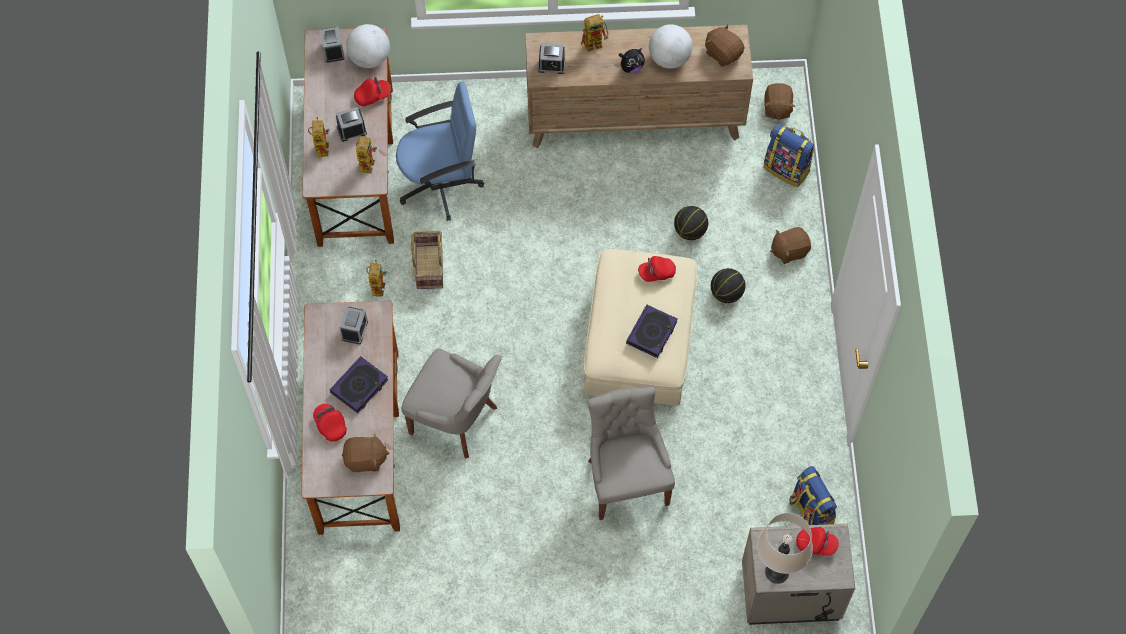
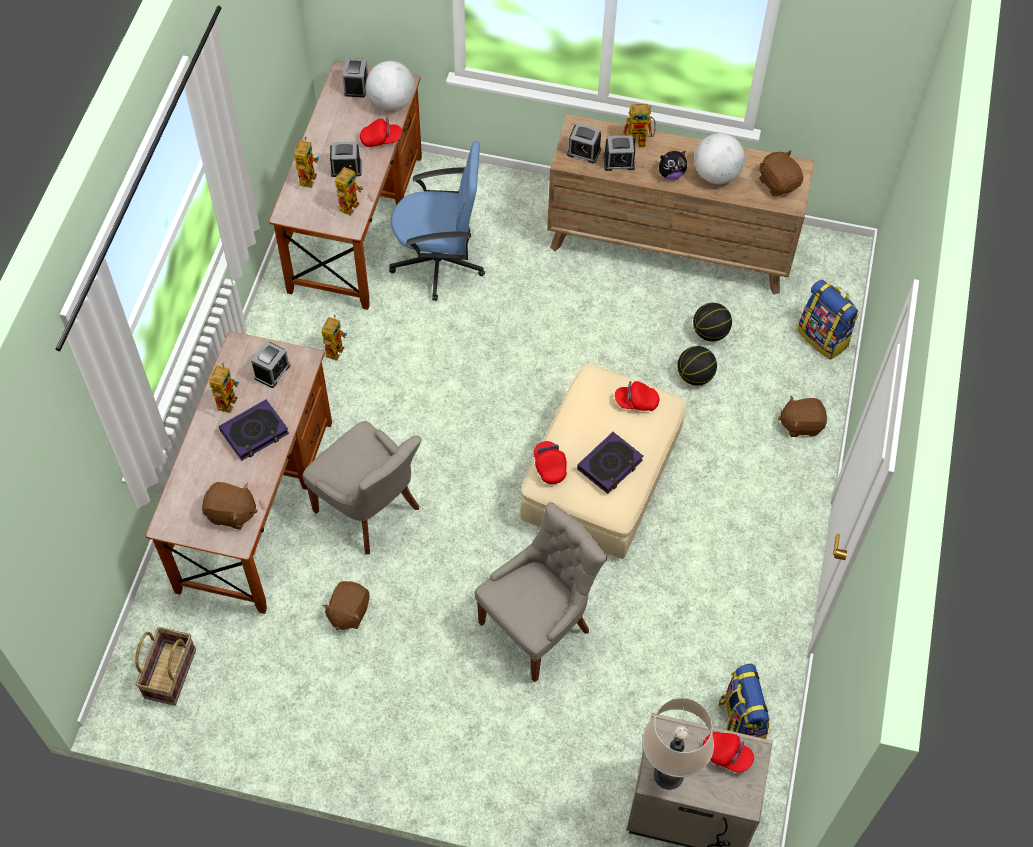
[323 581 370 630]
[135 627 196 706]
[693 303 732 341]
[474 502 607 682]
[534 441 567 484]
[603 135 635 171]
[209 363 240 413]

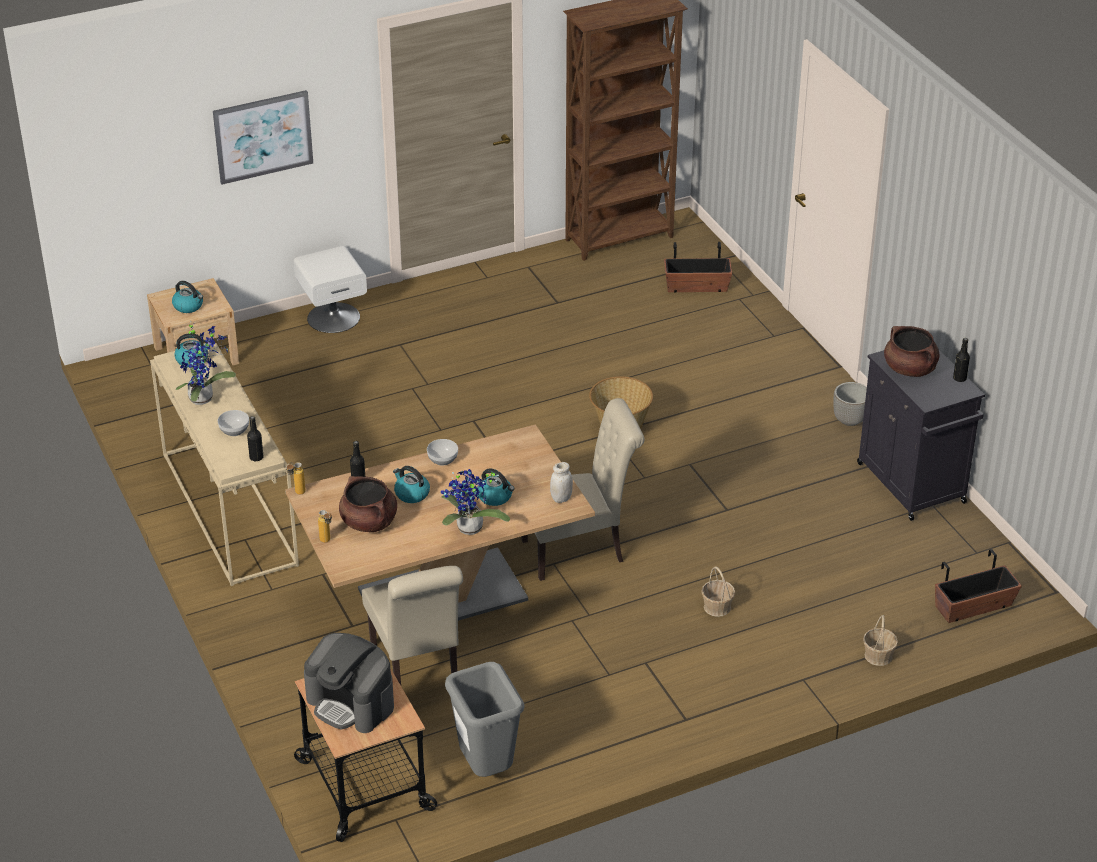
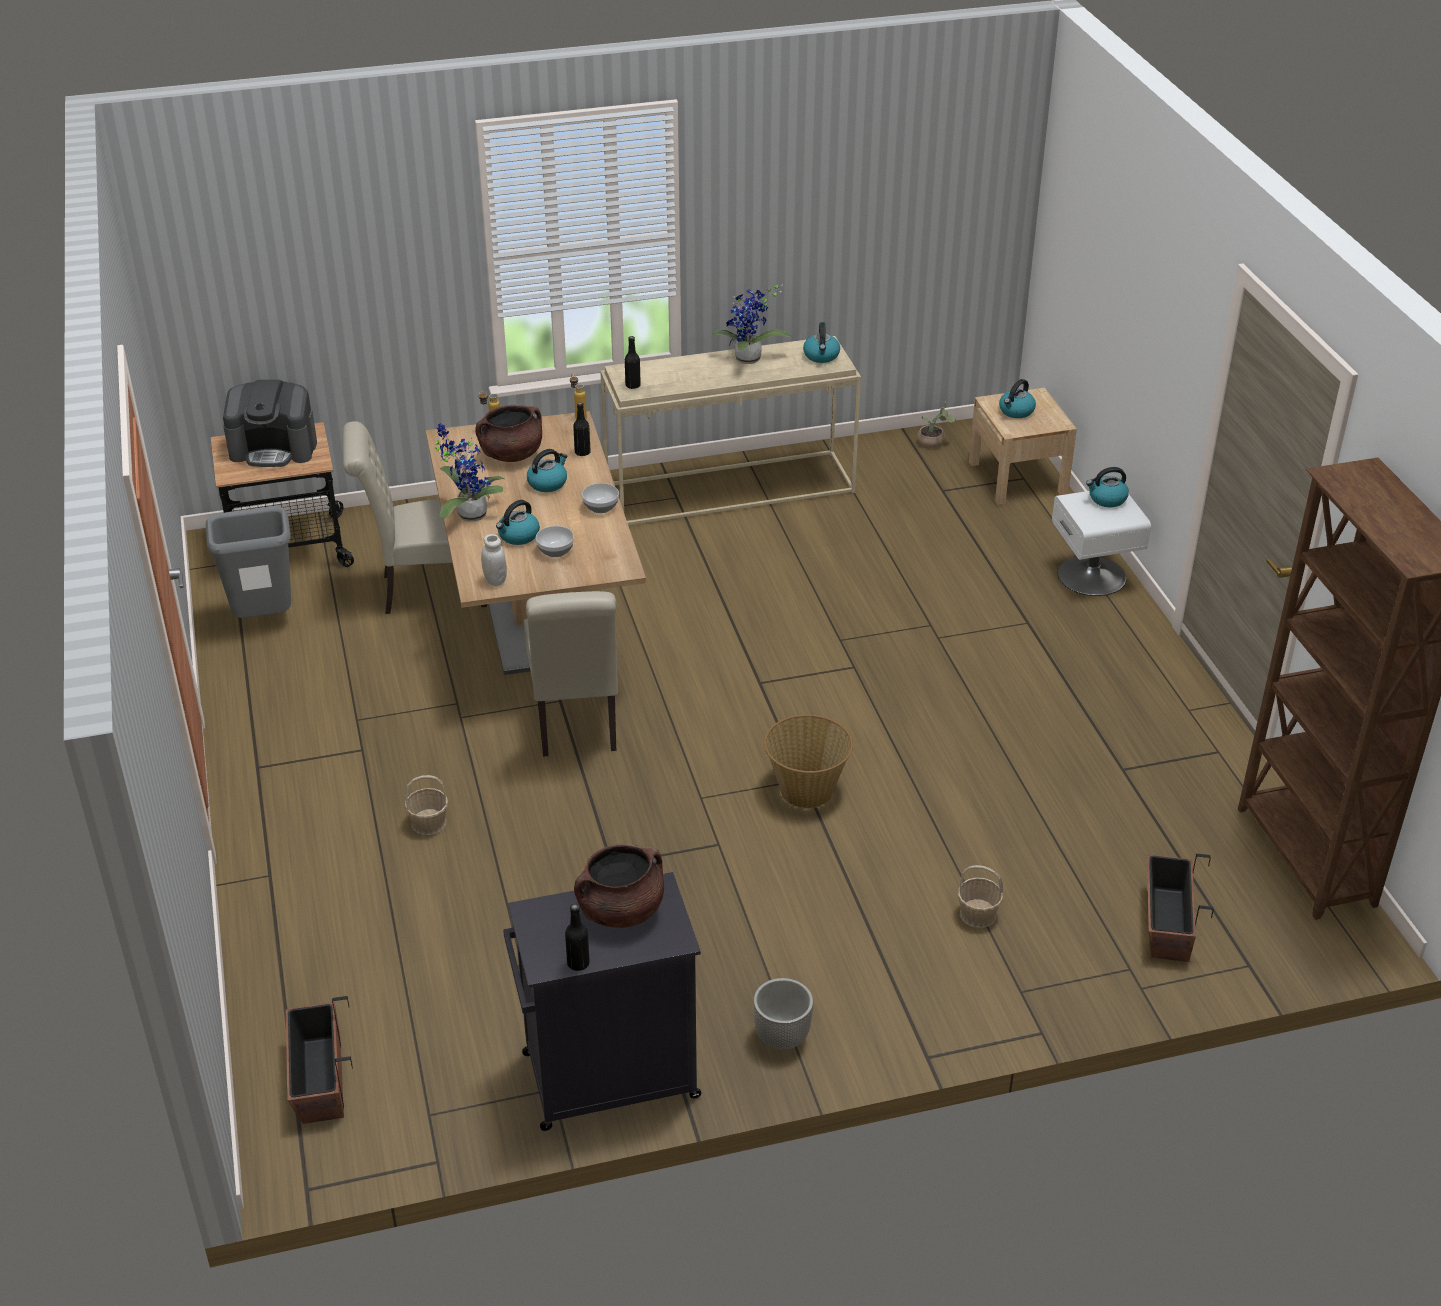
[213 90 313 185] (first image)
[536 526 574 557]
[958 865 1003 928]
[223 380 317 467]
[917 402 956 448]
[1086 467 1129 507]

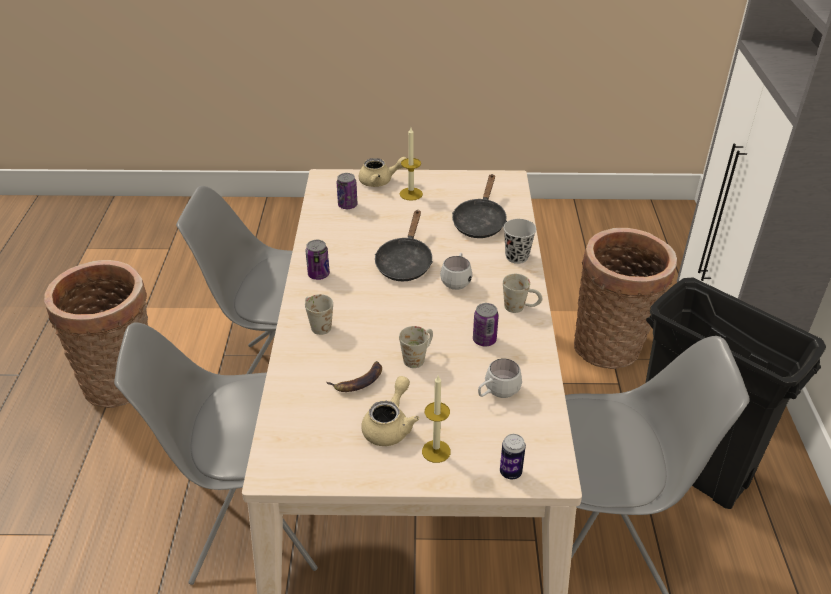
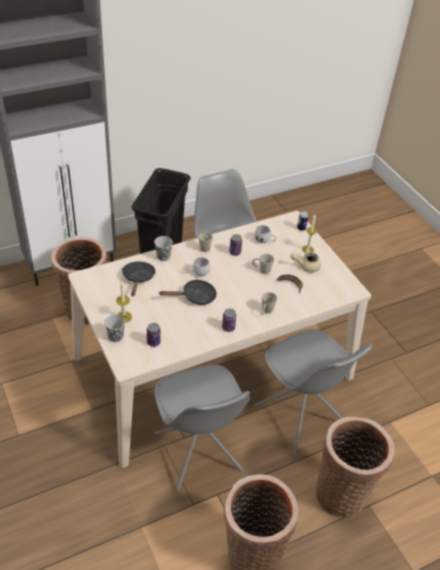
[104 314 125 342]
[122 261 156 296]
[316 417 395 518]

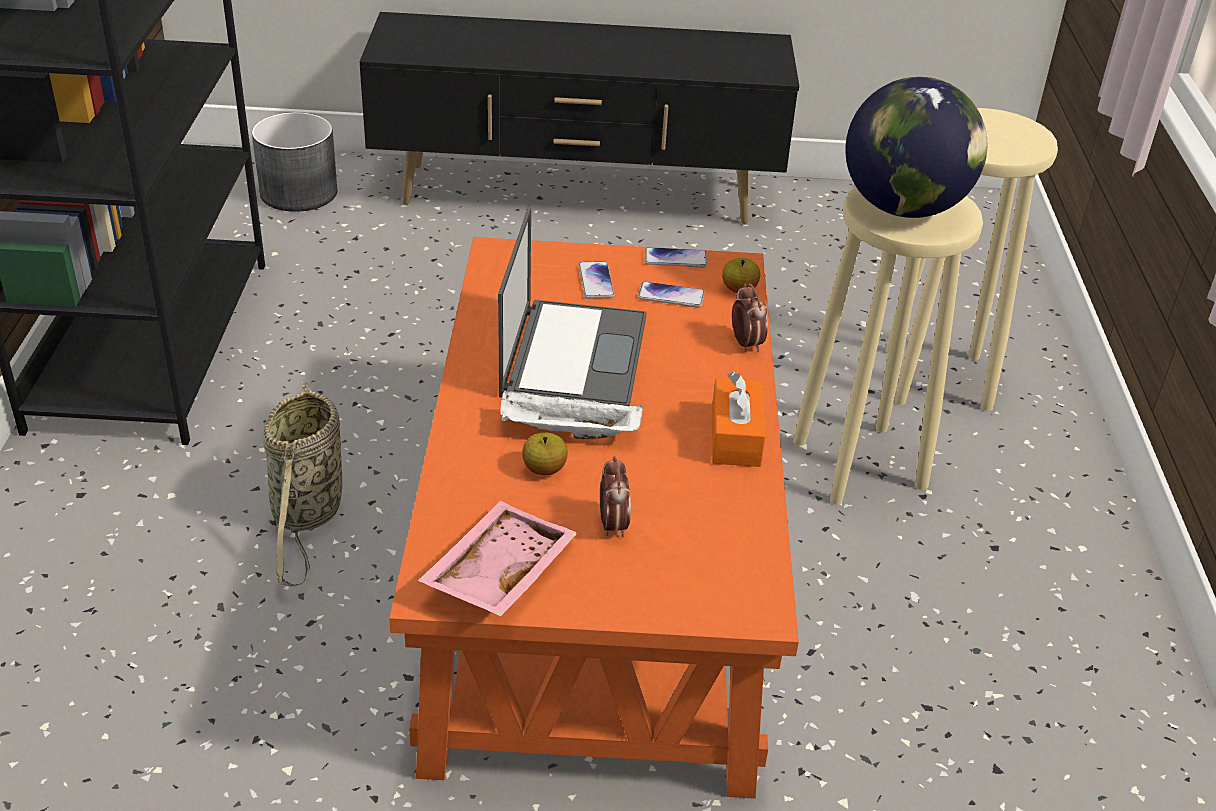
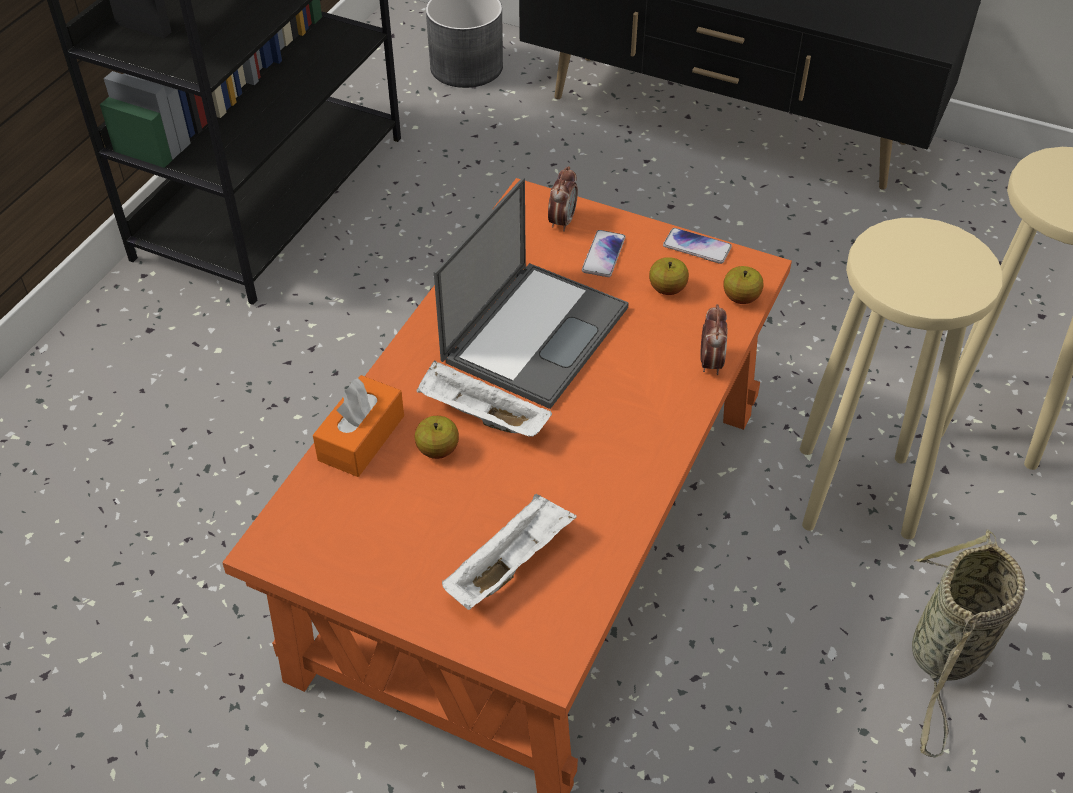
[845 77 987 218] (first image)
[649 257 689 295]
[313 375 404 477]
[912 530 1025 758]
[548 166 578 232]
[418 501 578 616] (first image)
[442 494 577 610]

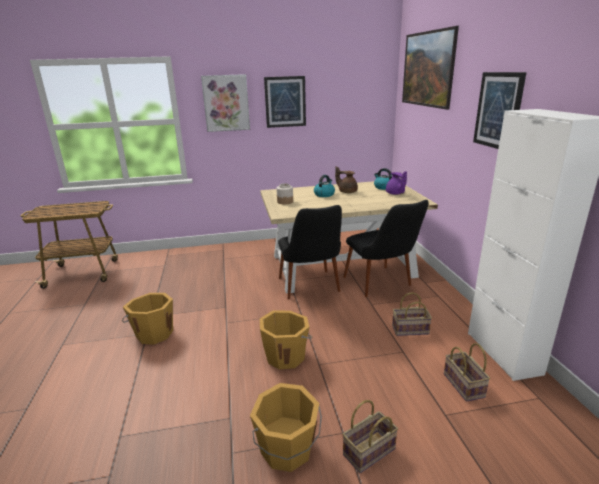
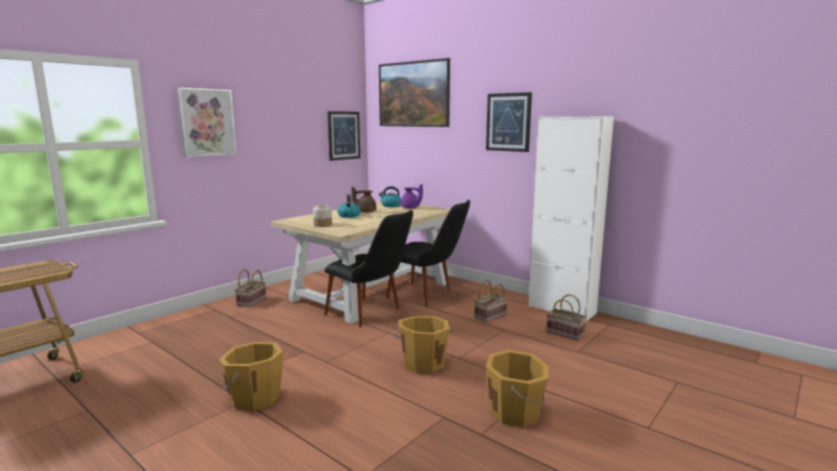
[327 111 360 161]
[235 269 266 307]

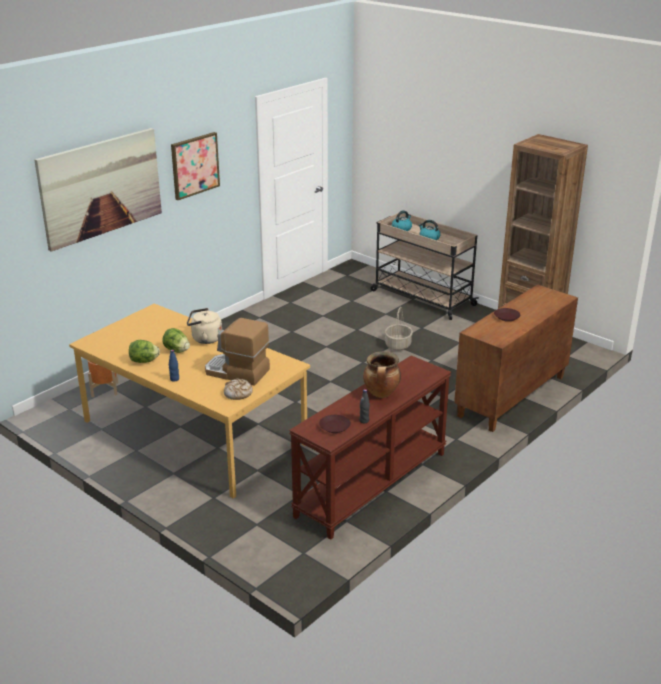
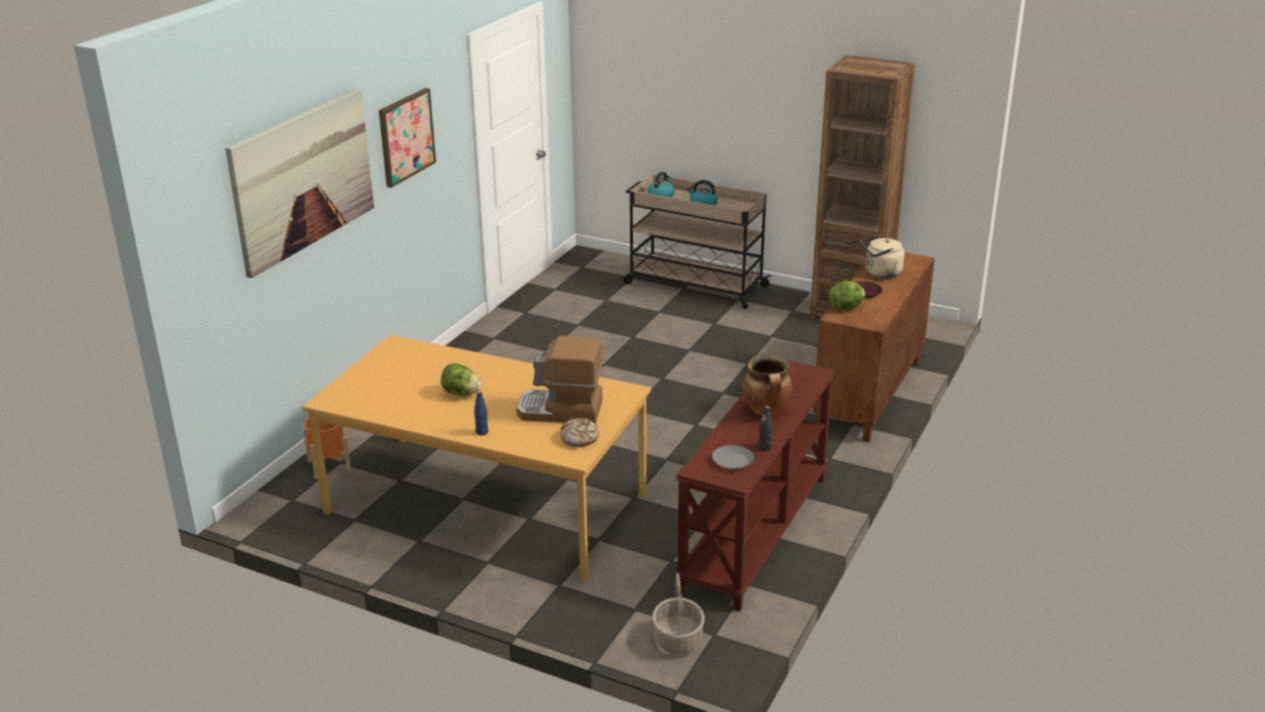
[652 572 705 655]
[861 235 904 278]
[829 281 865 310]
[712 445 754 470]

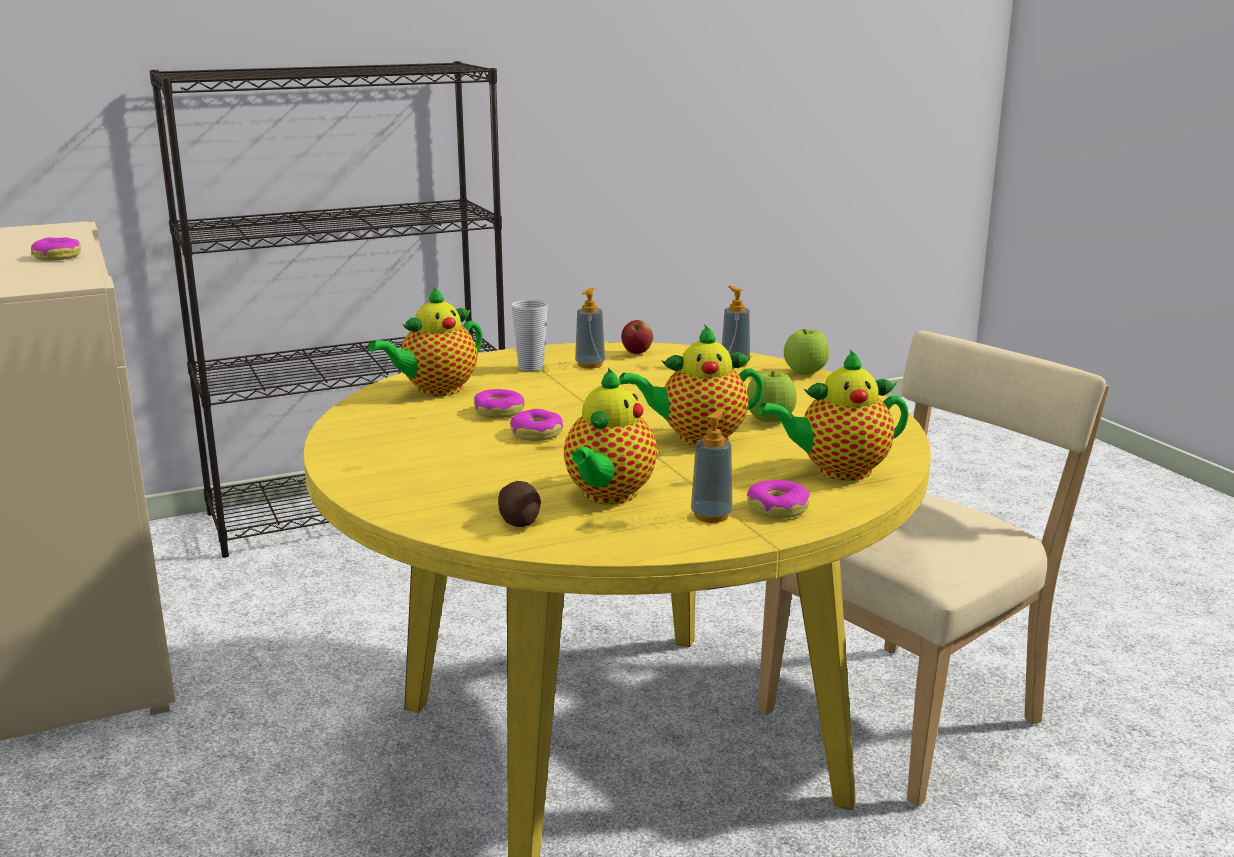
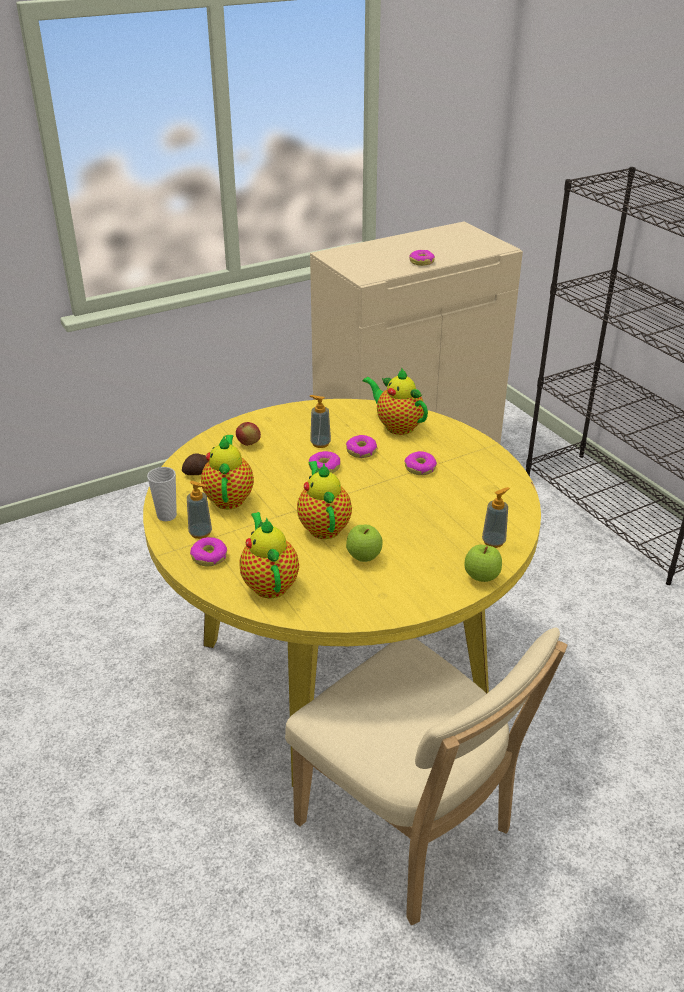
[310 395 331 448]
[147 467 177 521]
[236 422 261 446]
[201 435 254 510]
[404 451 437 475]

